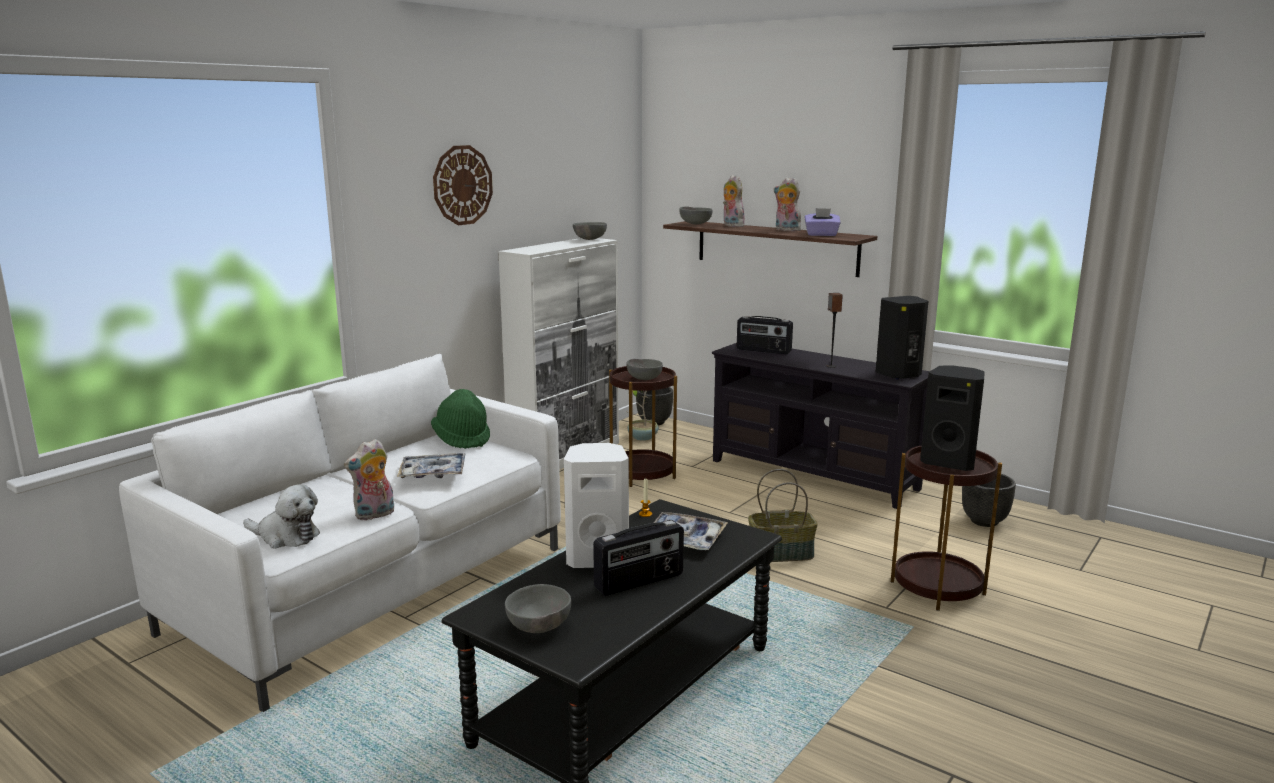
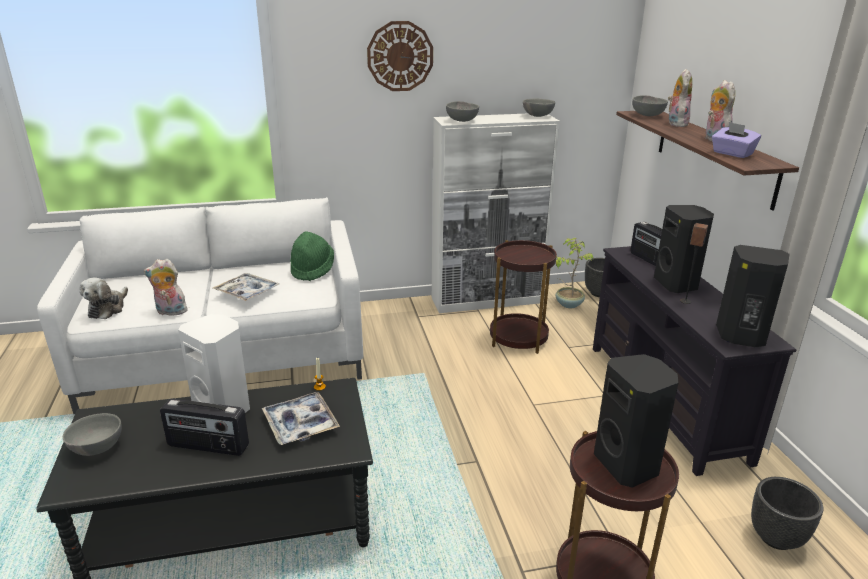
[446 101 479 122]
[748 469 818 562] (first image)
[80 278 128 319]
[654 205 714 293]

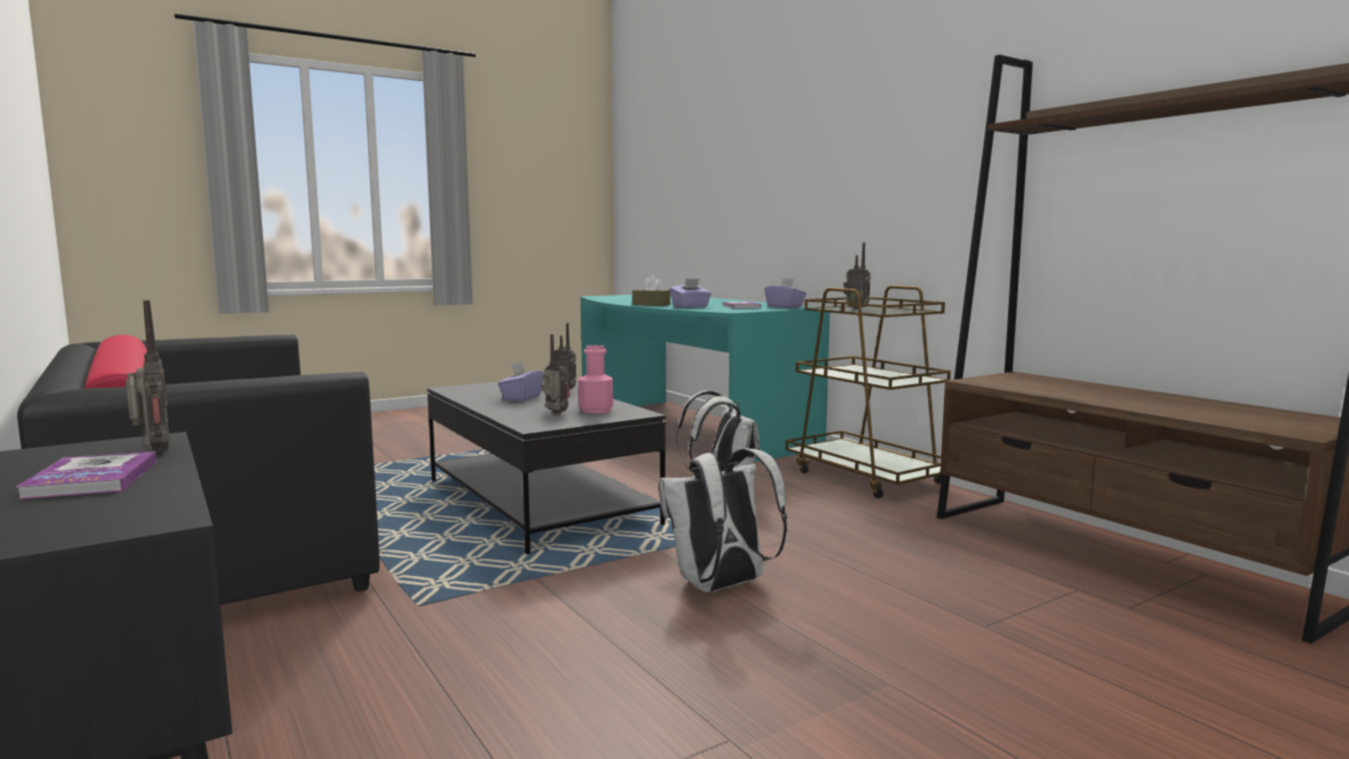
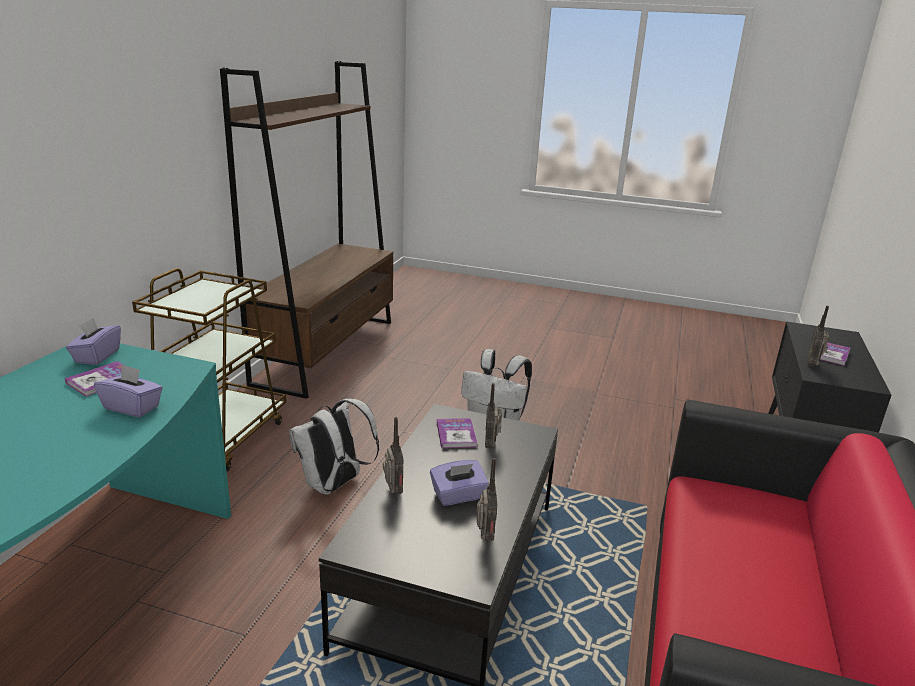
[476 458 497 541]
[632 276 671 306] (first image)
[437 418 477 448]

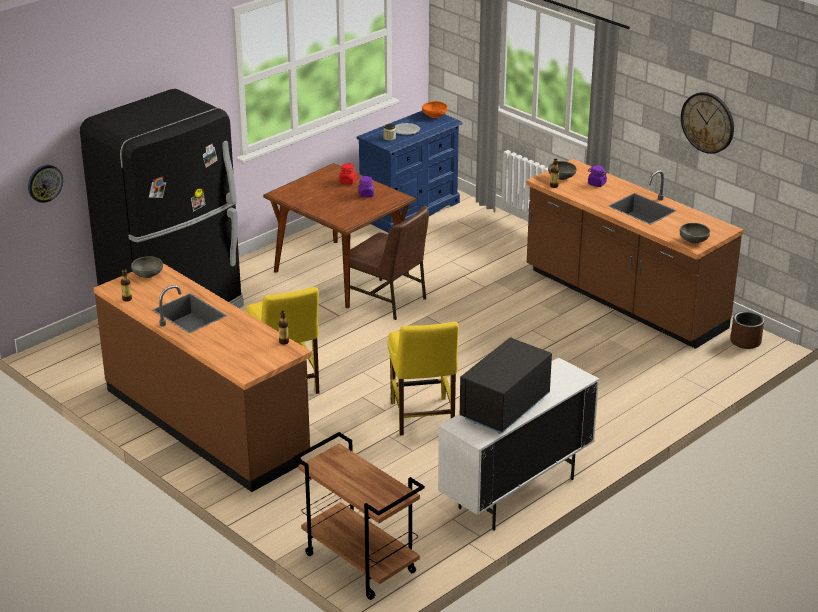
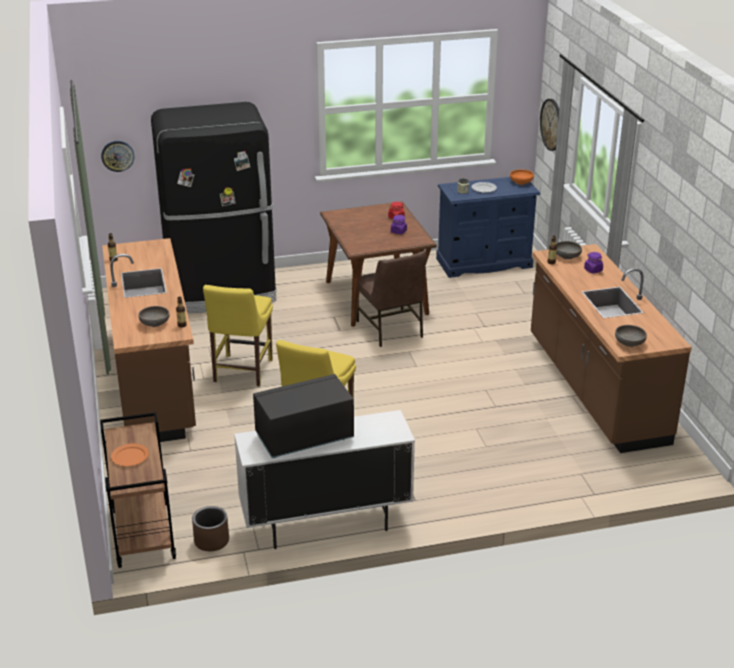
[540 99 559 151]
[138 306 169 327]
[192 506 229 551]
[111 443 149 466]

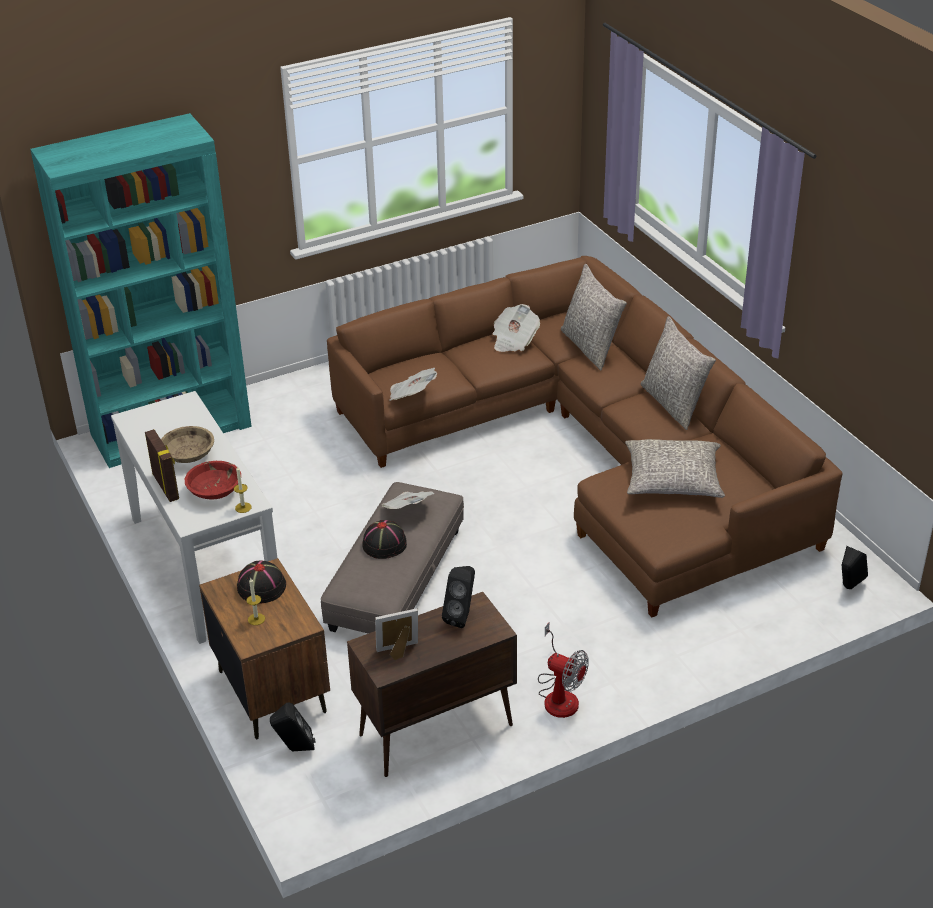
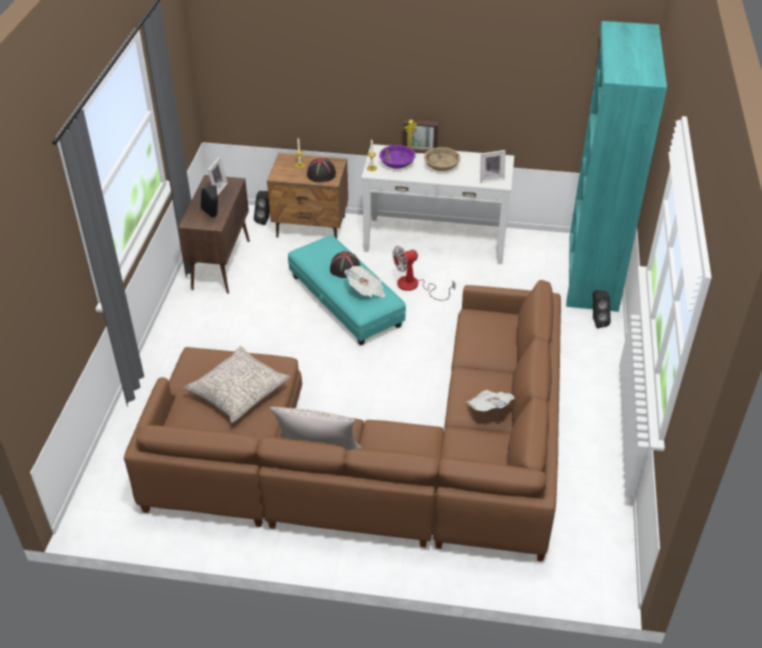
[561 264 627 370] (first image)
[390 368 437 401] (first image)
[379 145 416 169]
[288 235 406 346]
[593 290 611 328]
[393 246 455 300]
[480 150 506 183]

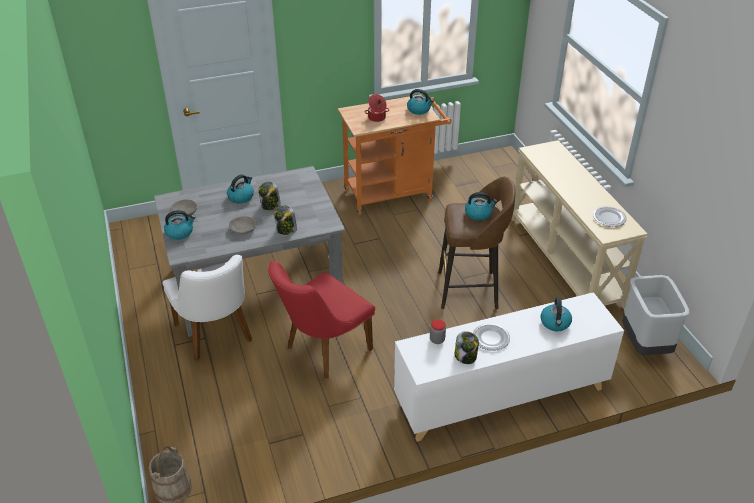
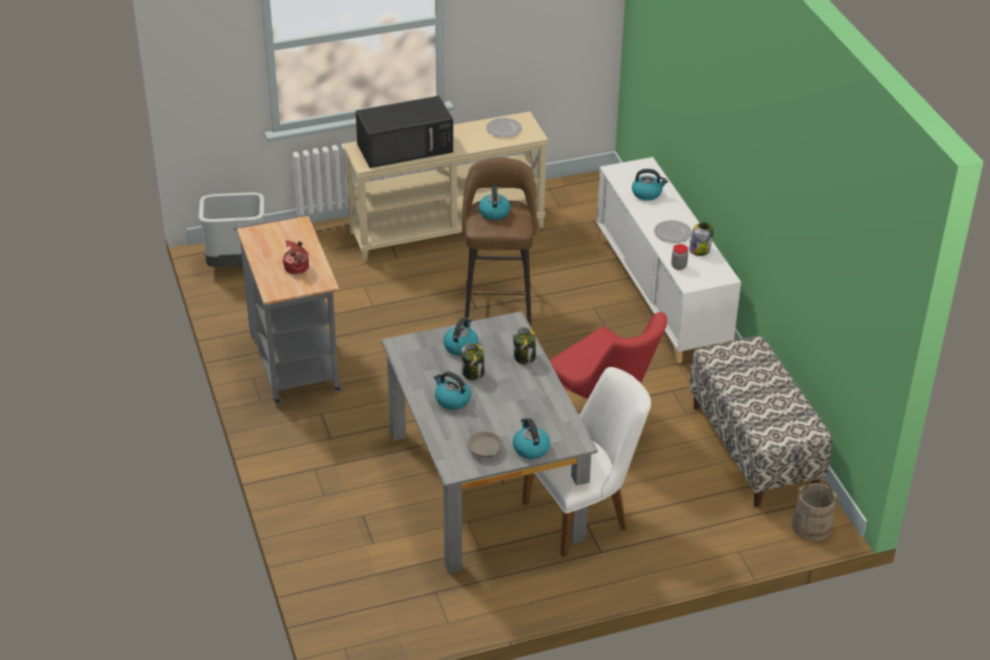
[443 318 478 356]
[234 212 342 405]
[229 216 256 234] (first image)
[199 193 264 267]
[356 96 453 168]
[689 336 832 507]

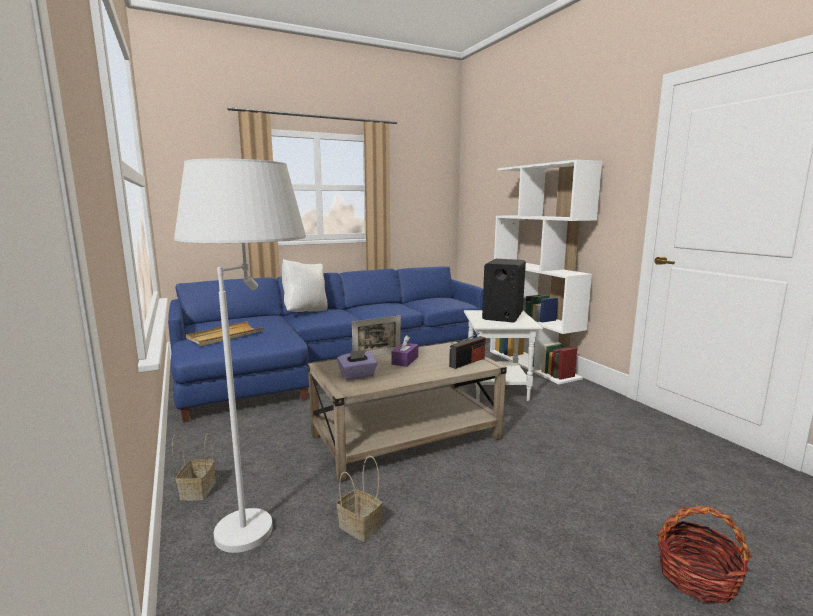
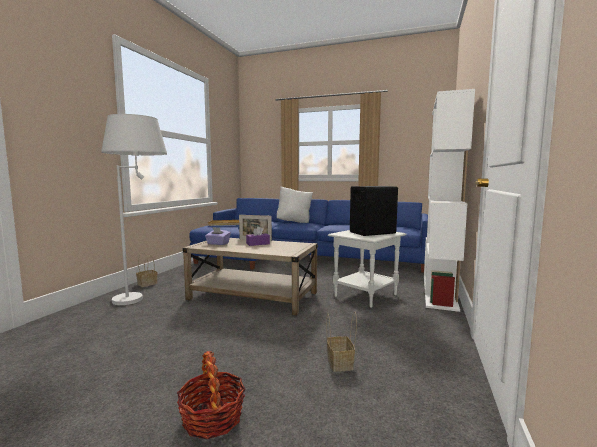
[449 333 485 369] (first image)
[326 311 357 372]

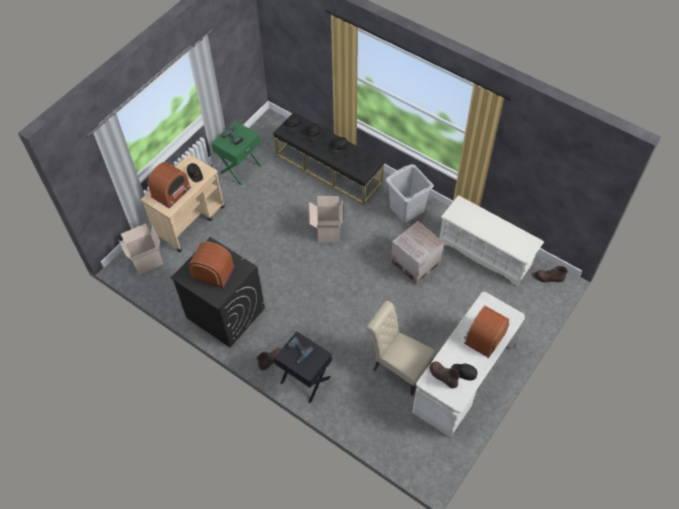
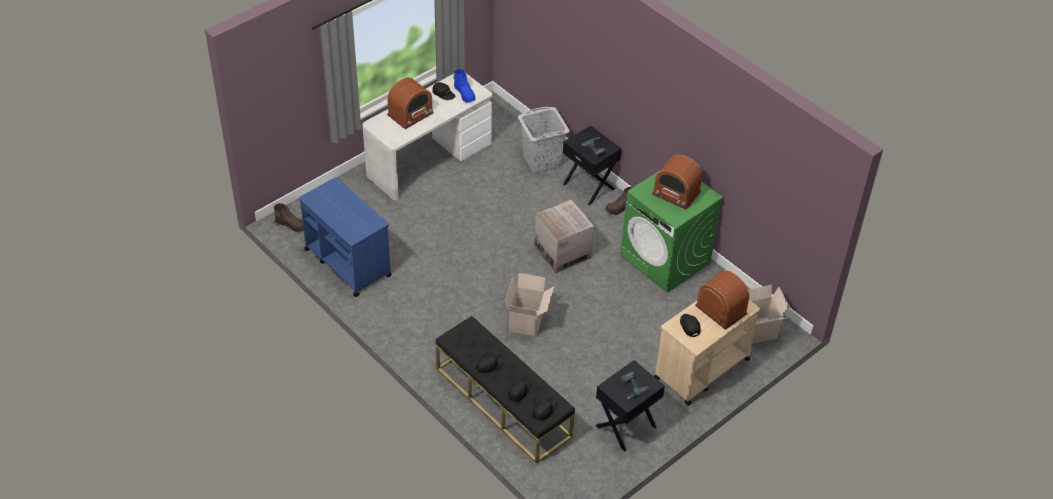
[595 360 665 452]
[695 270 749 330]
[518 107 570 173]
[299 177 391 297]
[534 200 594 273]
[620 171 723 293]
[366 301 436 395] (first image)
[453 69 476 103]

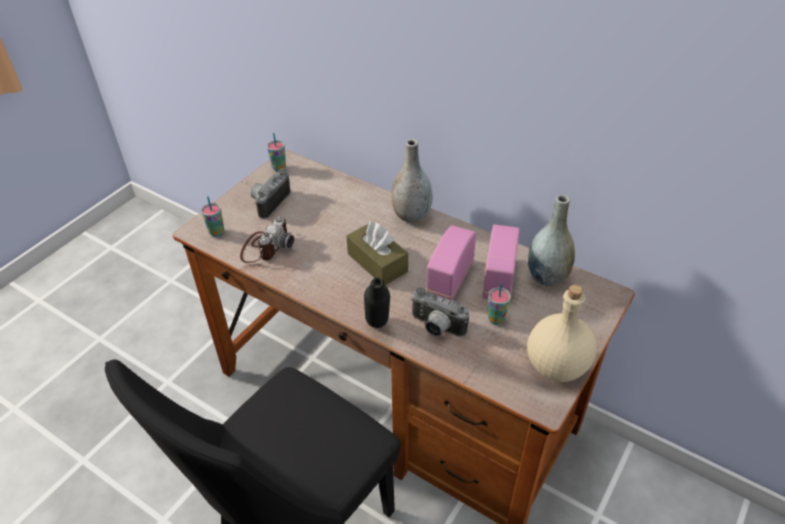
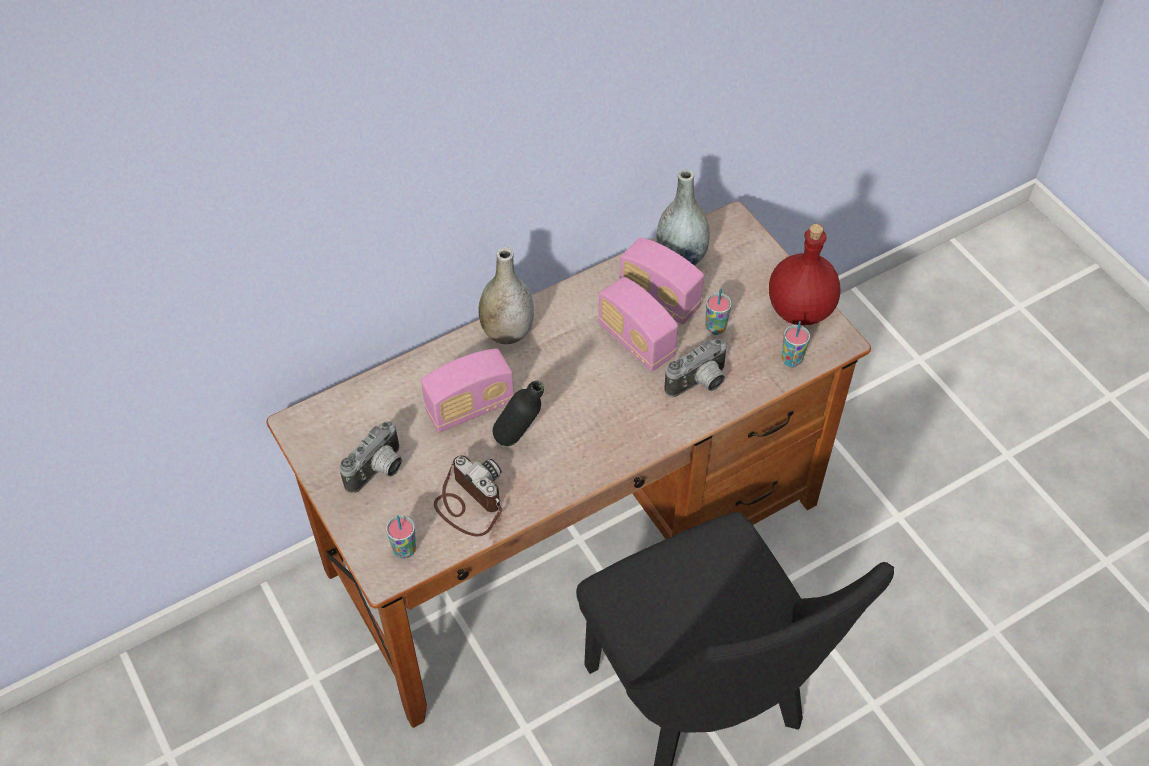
[782 321 810 367]
[339 421 403 494]
[346 221 408 286] (first image)
[493 381 544 446]
[769 224 840 325]
[421 349 514 433]

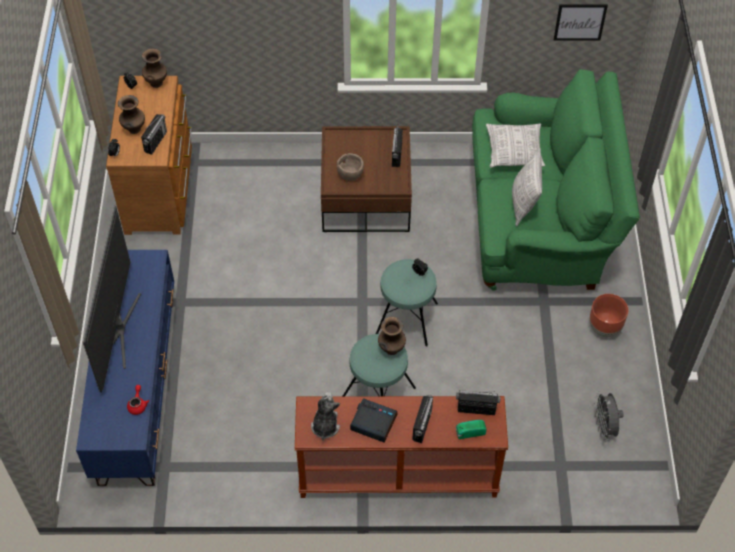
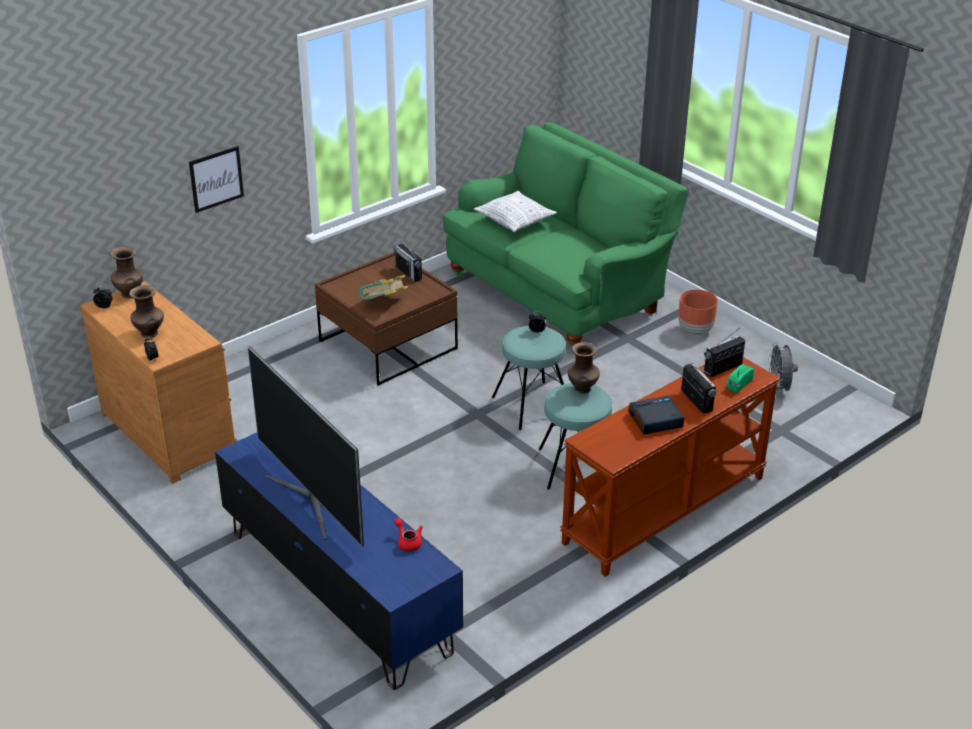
[189 146 244 213]
[141 114 167 155] (first image)
[512 147 542 226] (first image)
[360 275 408 300]
[767 342 798 392]
[311 392 340 440] (first image)

